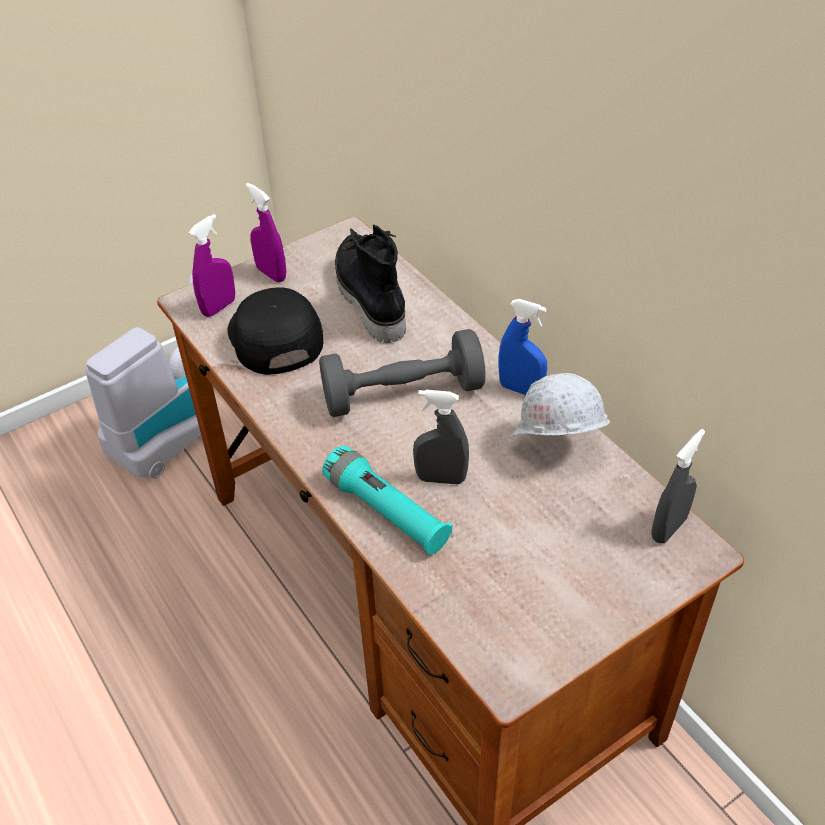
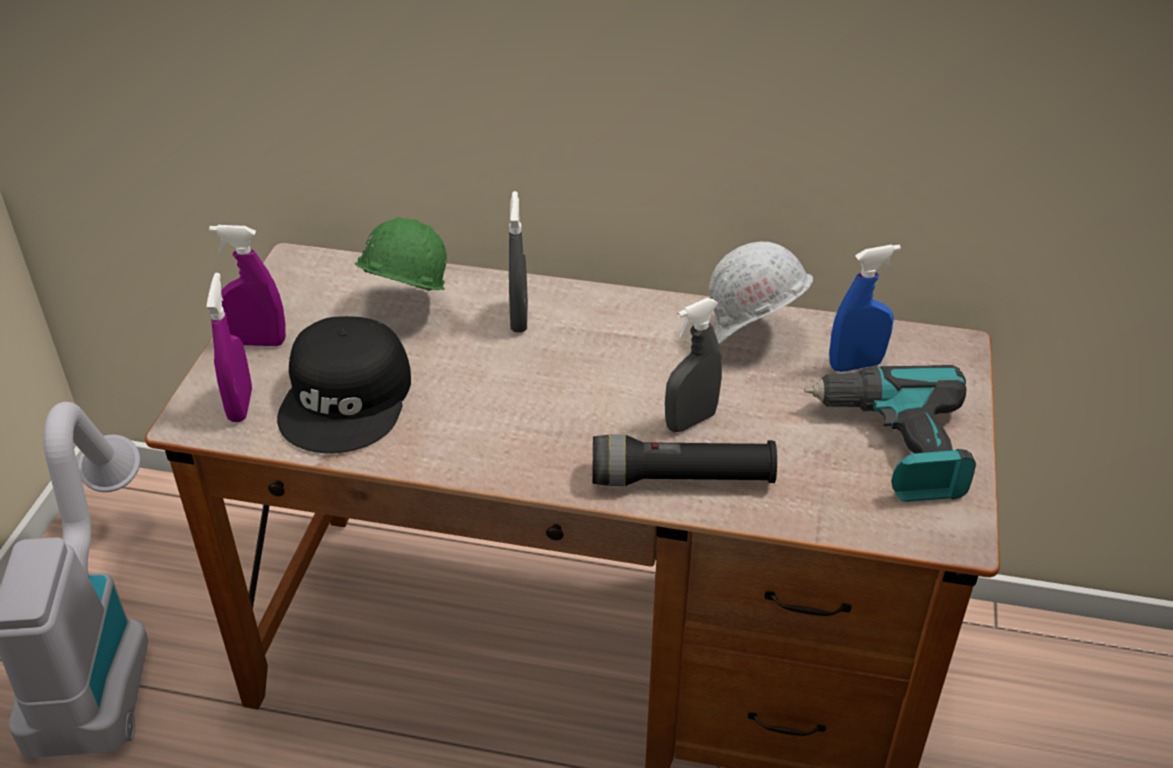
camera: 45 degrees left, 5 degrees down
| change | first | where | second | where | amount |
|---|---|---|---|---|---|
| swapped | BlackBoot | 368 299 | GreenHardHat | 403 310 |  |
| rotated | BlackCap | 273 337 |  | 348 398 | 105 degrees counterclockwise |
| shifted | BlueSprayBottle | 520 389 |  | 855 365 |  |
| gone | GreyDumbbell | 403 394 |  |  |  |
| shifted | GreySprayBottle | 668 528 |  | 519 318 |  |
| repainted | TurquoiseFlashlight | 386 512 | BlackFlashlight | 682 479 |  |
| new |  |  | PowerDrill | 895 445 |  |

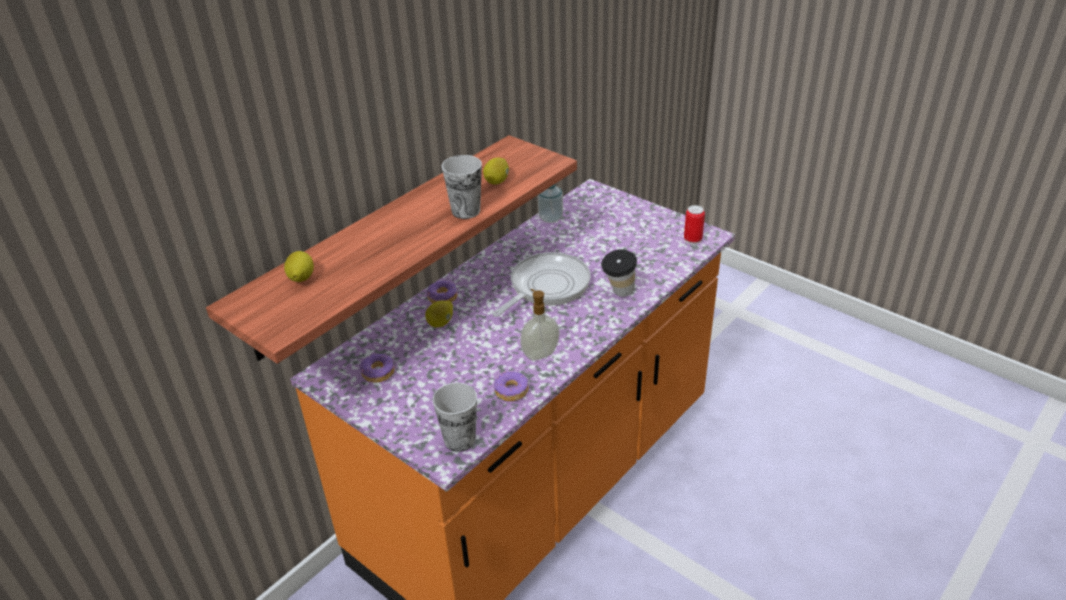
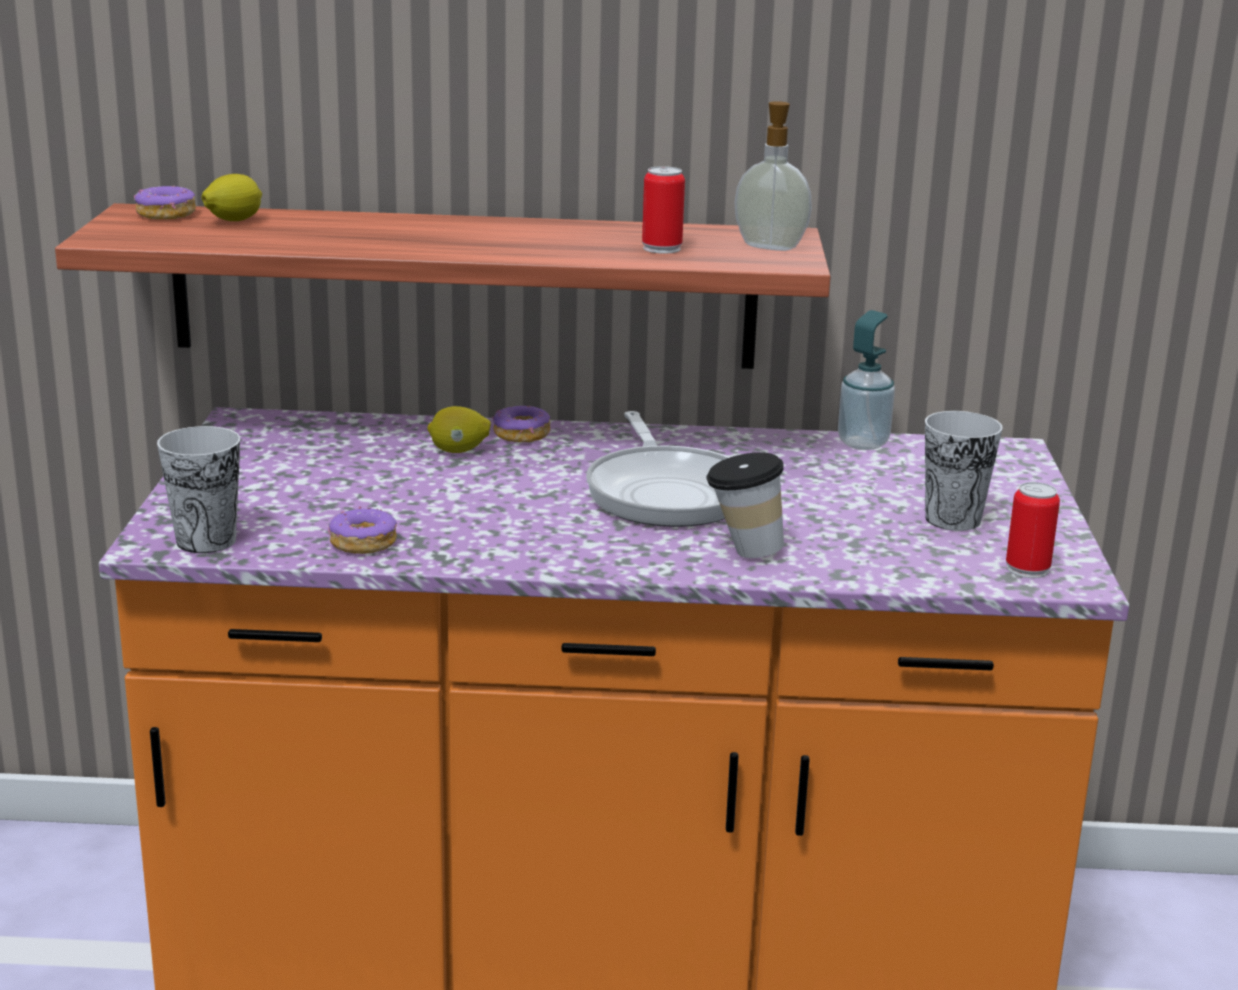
camera: 50 degrees right, 15 degrees down
| change | first | where | second | where | amount |
|---|---|---|---|---|---|
| shifted | Cup | 466 211 |  | 952 519 |  |
| swapped | Lemon | 497 181 | Can | 662 248 |  |
| rotated | FryingPan | 546 287 |  | 667 492 | 75 degrees clockwise |
| shifted | SoapDispenser | 540 353 |  | 771 246 |  |
| shifted | Donut | 378 373 |  | 166 214 |  |

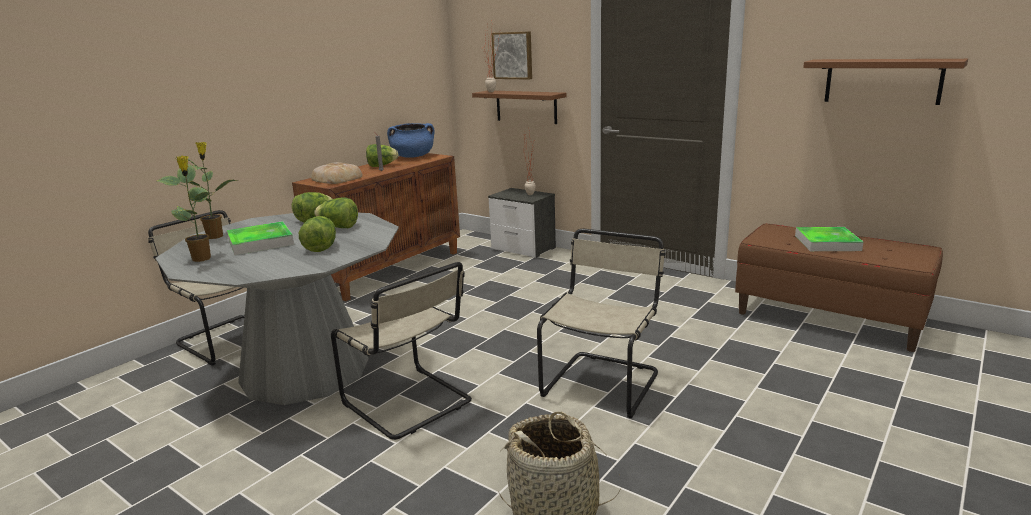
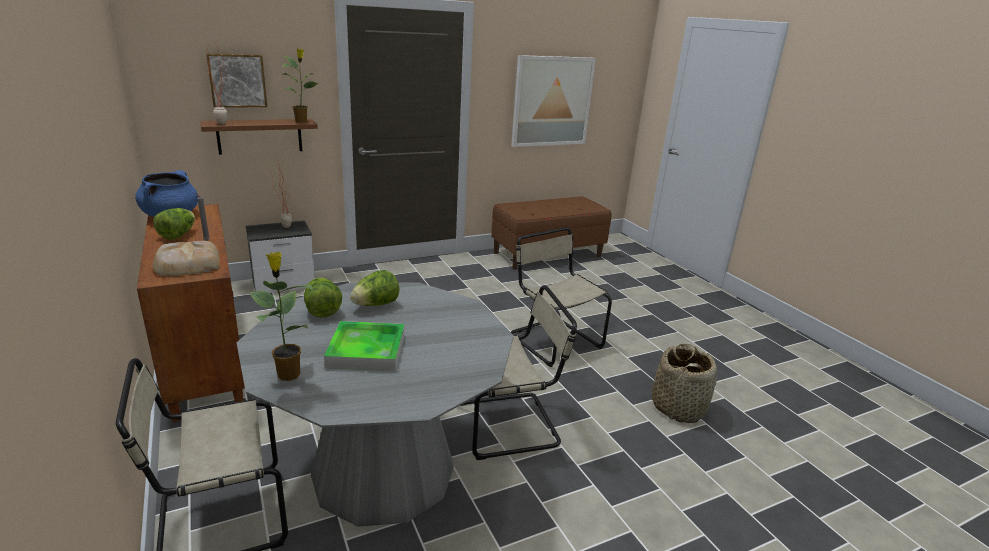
camera: 65 degrees left, 5 degrees up
| change | first | where | second | where | amount |
|---|---|---|---|---|---|
| swapped | BrownShelf | 882 81 | Picture | 552 101 |  |
| shifted | PottedPlant | 202 259 |  | 302 121 |  |
| gone | Lettuce | 321 247 |  |  |  |
| gone | Tray | 827 243 |  |  |  |

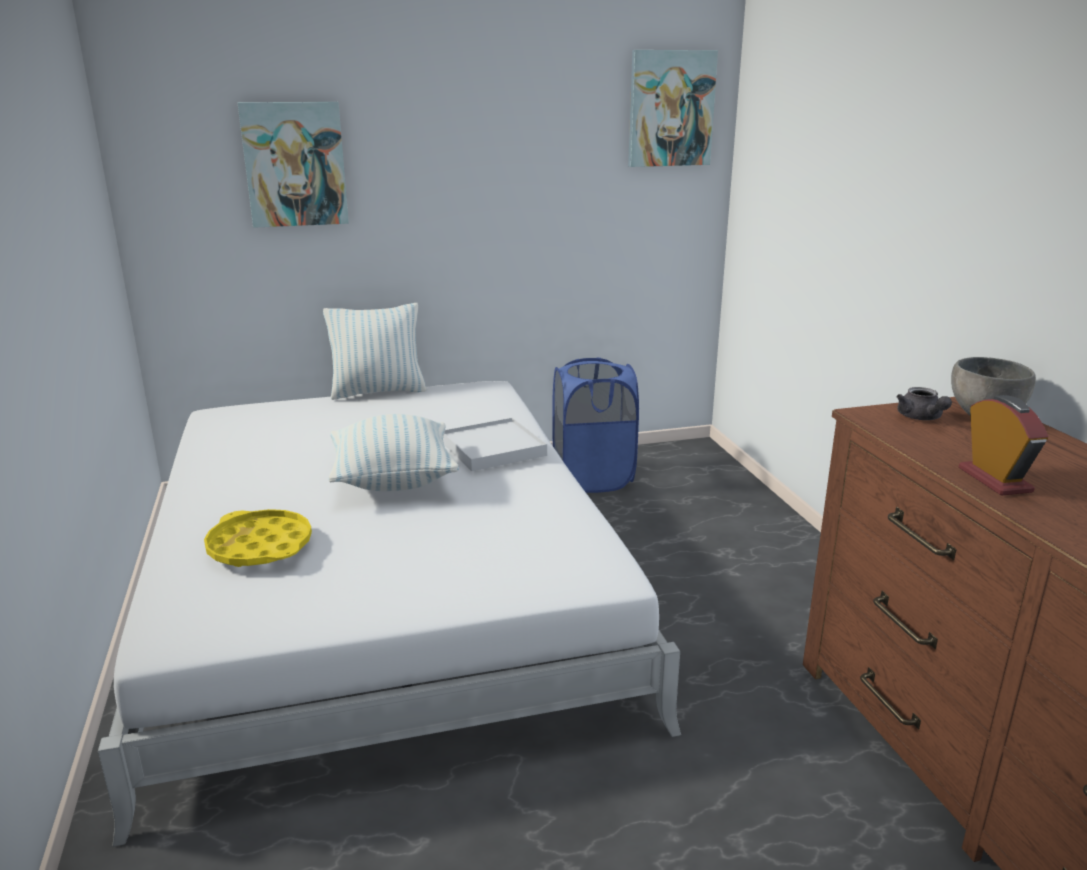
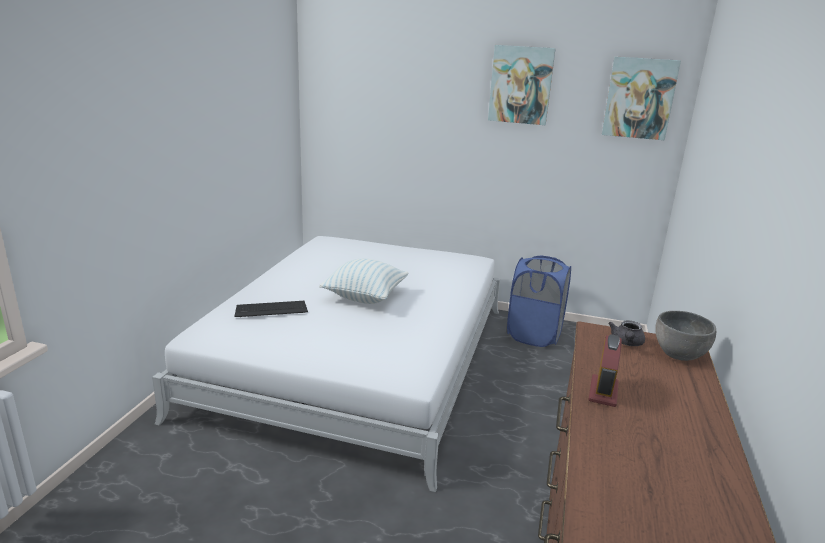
camera: 30 degrees right, 0 degrees up
| change | first | where | second | where | amount |
|---|---|---|---|---|---|
| shifted | Picture | 295 164 |  | 520 85 |  |
| gone | Pillow | 378 392 |  |  |  |
| gone | WhiteTray | 492 448 |  |  |  |
| swapped | YellowTray | 260 547 | Keyboard | 271 310 |  |

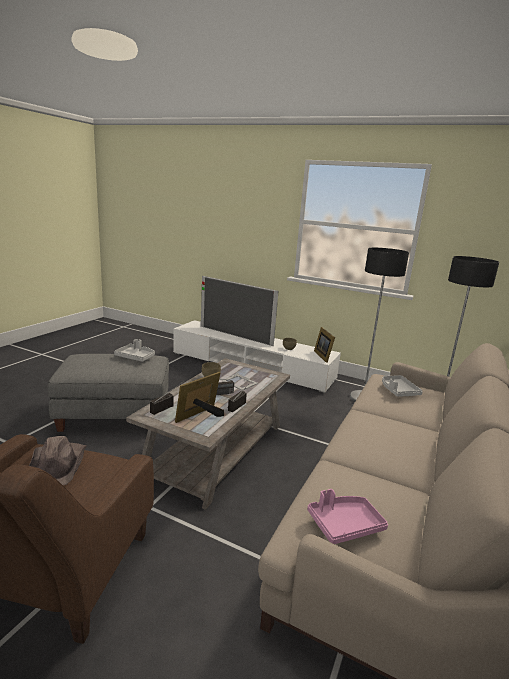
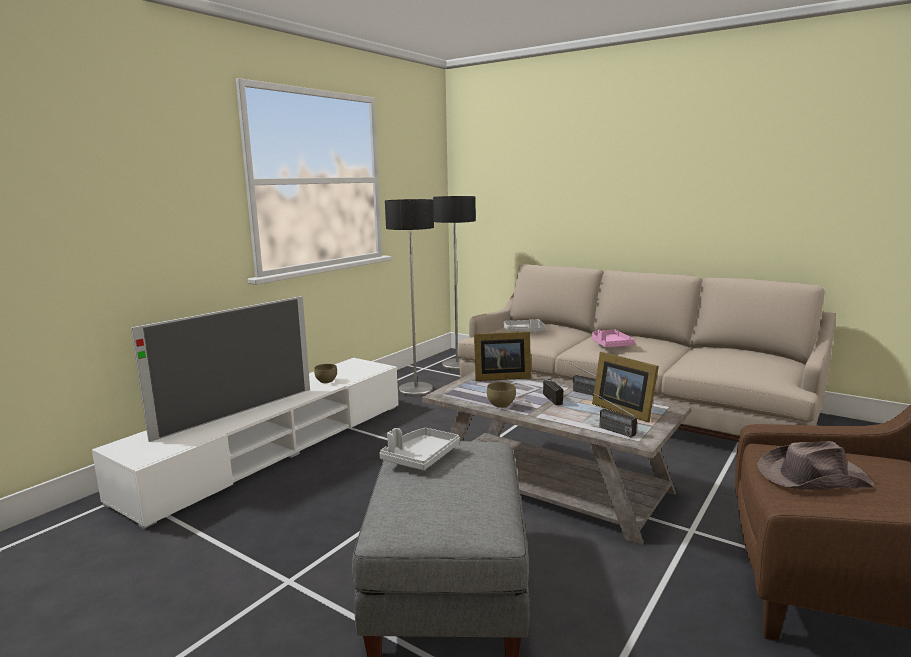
camera: 80 degrees left, 5 degrees down
| change | first | where | second | where | amount |
|---|---|---|---|---|---|
| shifted | PictureFrame | 323 356 |  | 500 377 |  |
| shifted | PinkTray | 344 525 |  | 610 345 |  |

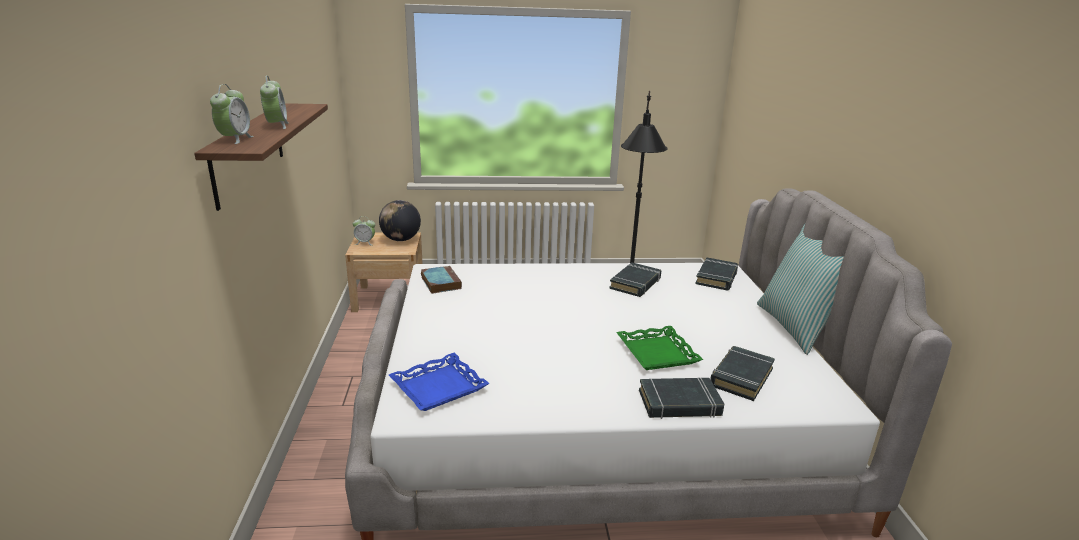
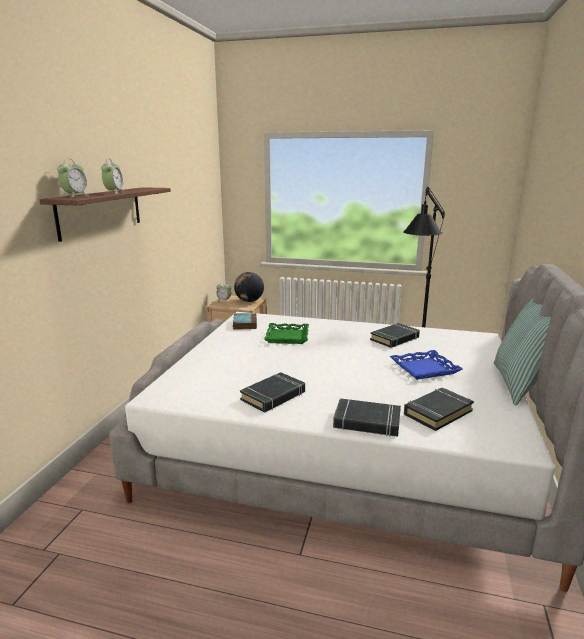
camera: 20 degrees right, 5 degrees down
| change | first | where | second | where | amount |
|---|---|---|---|---|---|
| shifted | BlackBook | 716 278 |  | 273 396 |  |
| shifted | GreenTray | 657 353 |  | 287 337 |  |
| shifted | BlueTray | 439 388 |  | 424 369 |  |

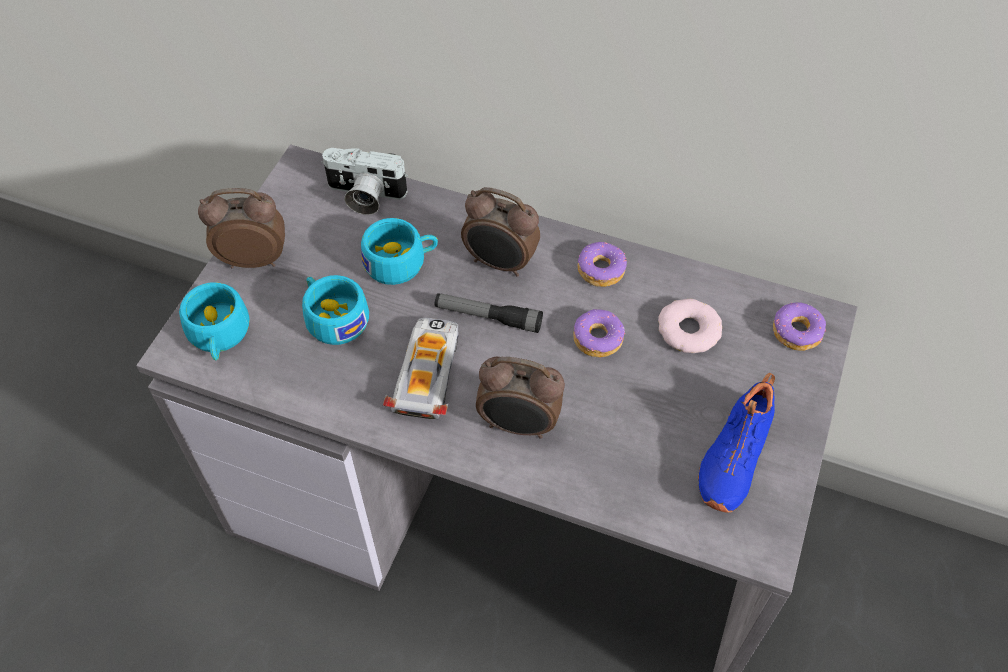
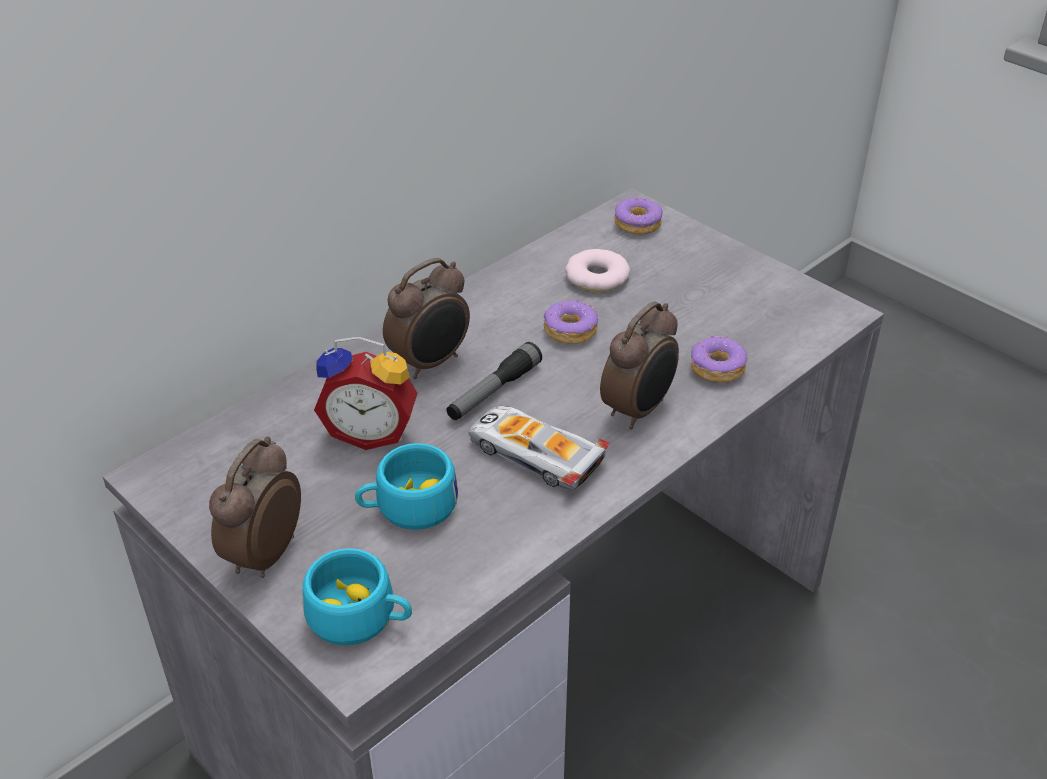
camera: 65 degrees left, 15 degrees down
| change | first | where | second | where | amount |
|---|---|---|---|---|---|
| gone | PhotoCamera | 364 196 |  |  |  |
| swapped | TurquoiseCup | 401 262 | AlarmClock | 371 432 |  |
| shifted | Donut | 600 270 |  | 716 368 |  |
| gone | BlueShoe | 732 455 |  |  |  |

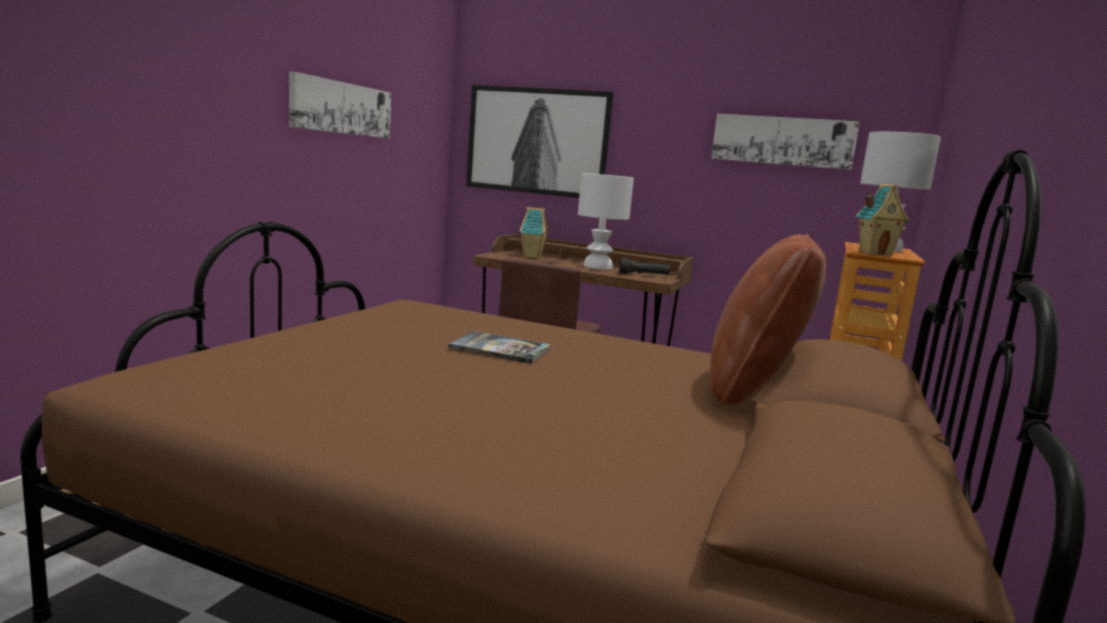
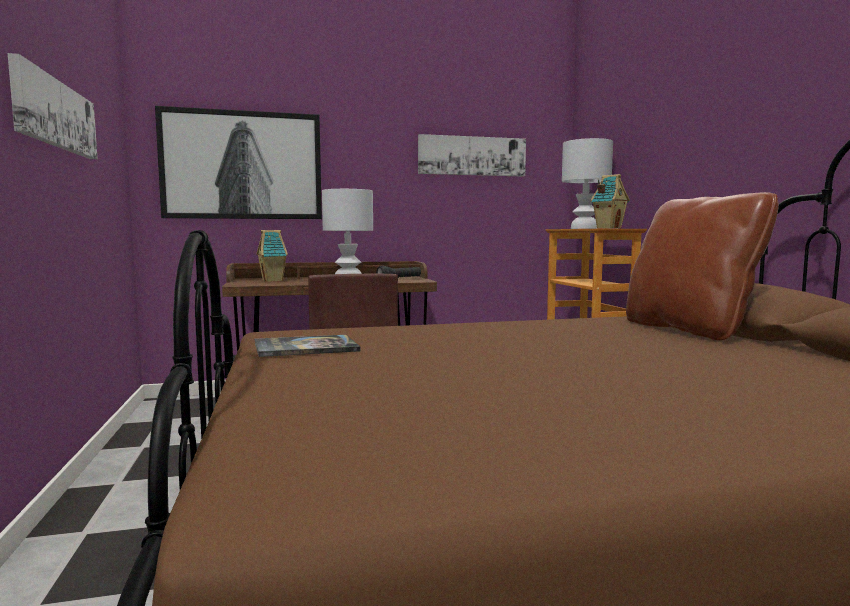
camera: 35 degrees left, 5 degrees down
| change | first | where | second | where | amount |
|---|---|---|---|---|---|
| shifted | Book | 500 349 |  | 306 347 |  |

